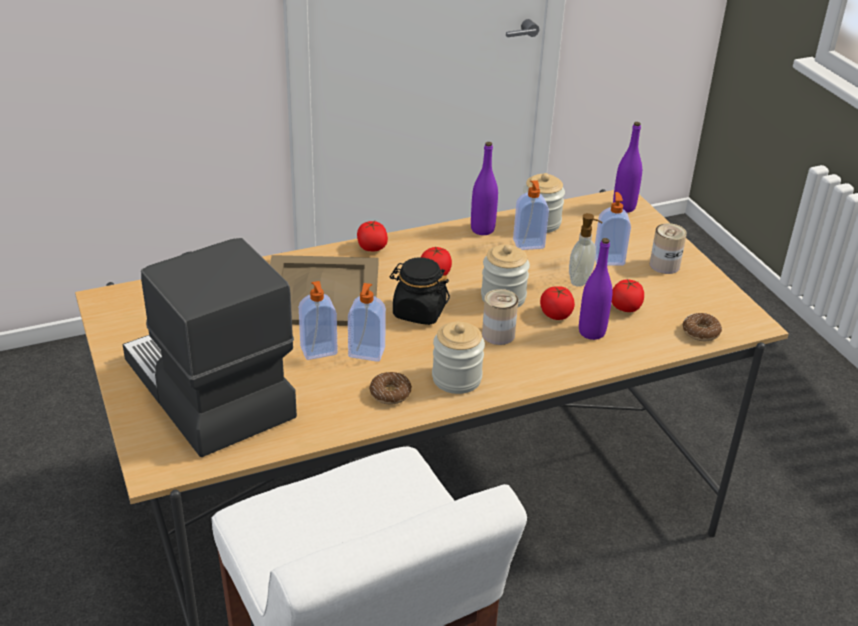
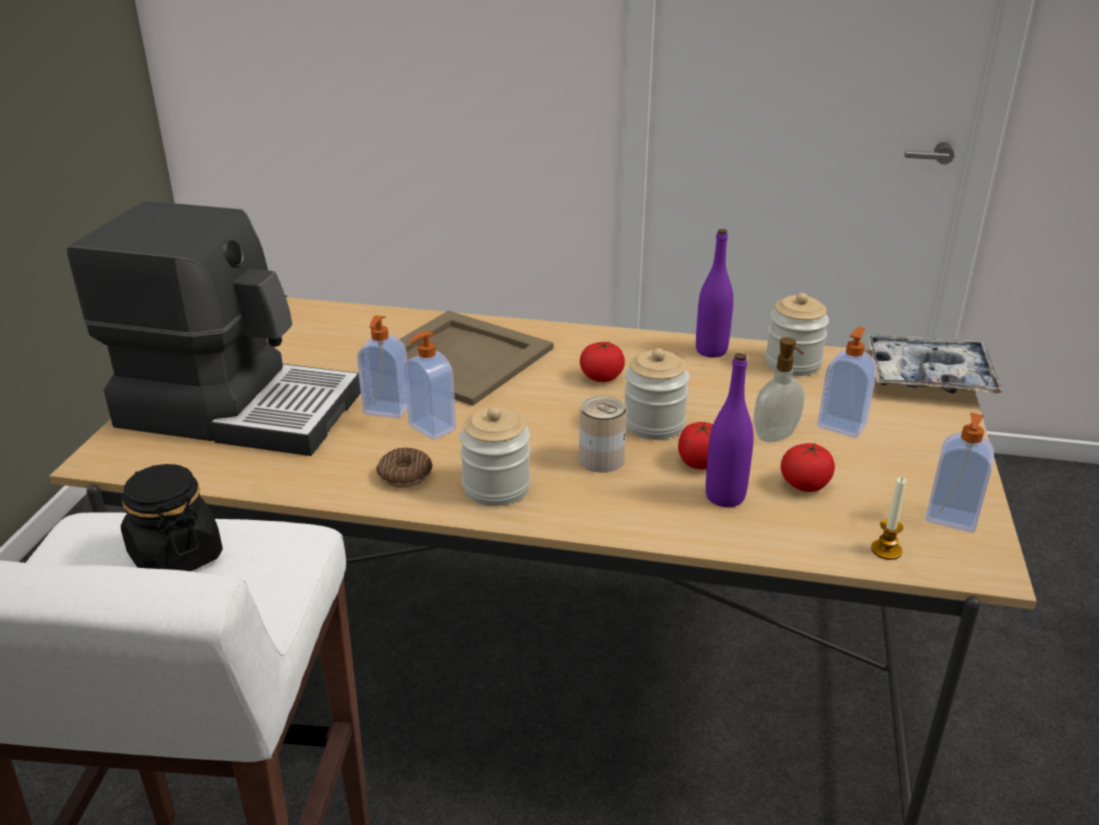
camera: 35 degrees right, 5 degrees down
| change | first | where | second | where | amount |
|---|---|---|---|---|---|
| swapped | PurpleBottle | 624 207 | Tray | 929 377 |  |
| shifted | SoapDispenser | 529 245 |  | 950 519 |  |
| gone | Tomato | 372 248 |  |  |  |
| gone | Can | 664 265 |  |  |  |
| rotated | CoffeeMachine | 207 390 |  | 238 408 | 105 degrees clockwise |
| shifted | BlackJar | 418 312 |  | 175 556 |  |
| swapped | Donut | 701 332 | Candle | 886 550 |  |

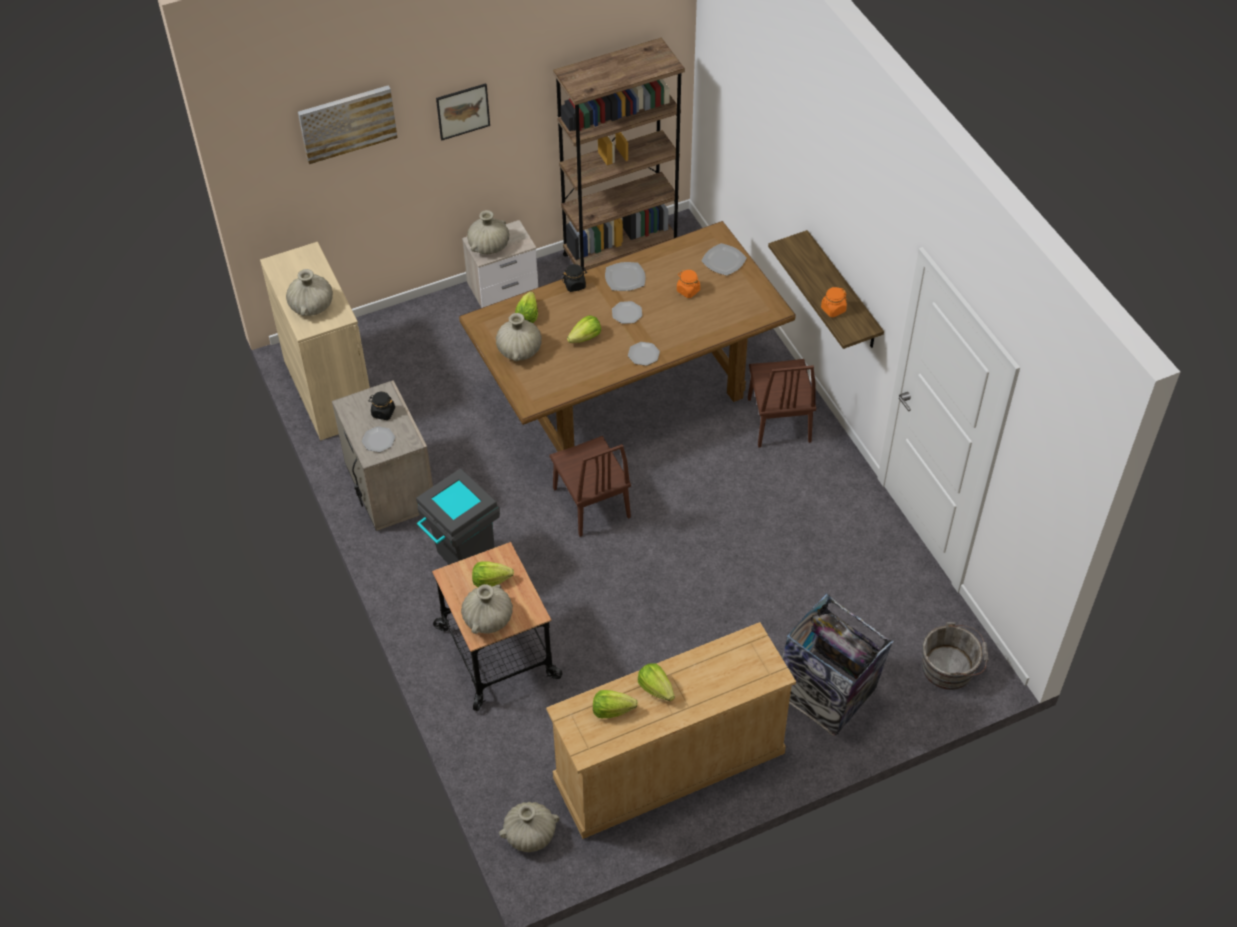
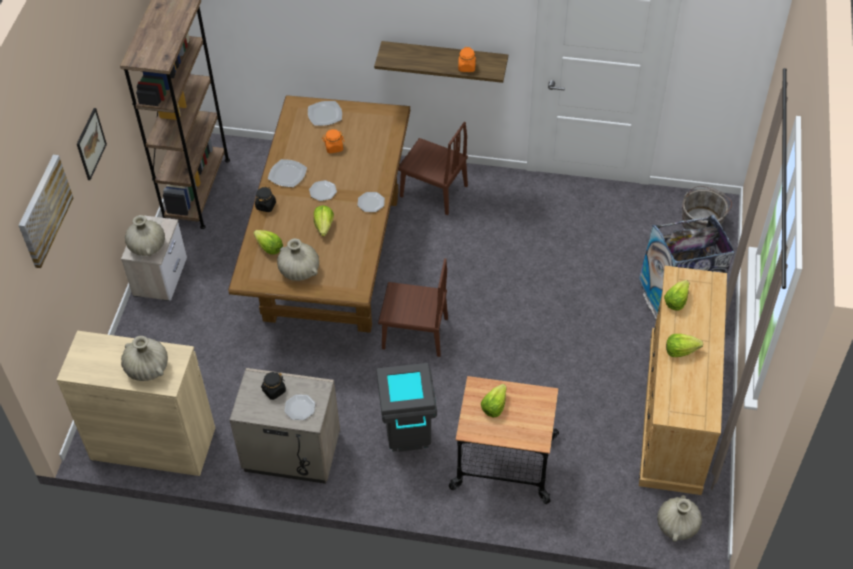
camera: 55 degrees left, 0 degrees up
| change | first | where | second | where | amount |
|---|---|---|---|---|---|
| gone | BeigeVase | 488 619 |  |  |  |
| shifted | Lettuce | 612 710 |  | 676 301 |  |

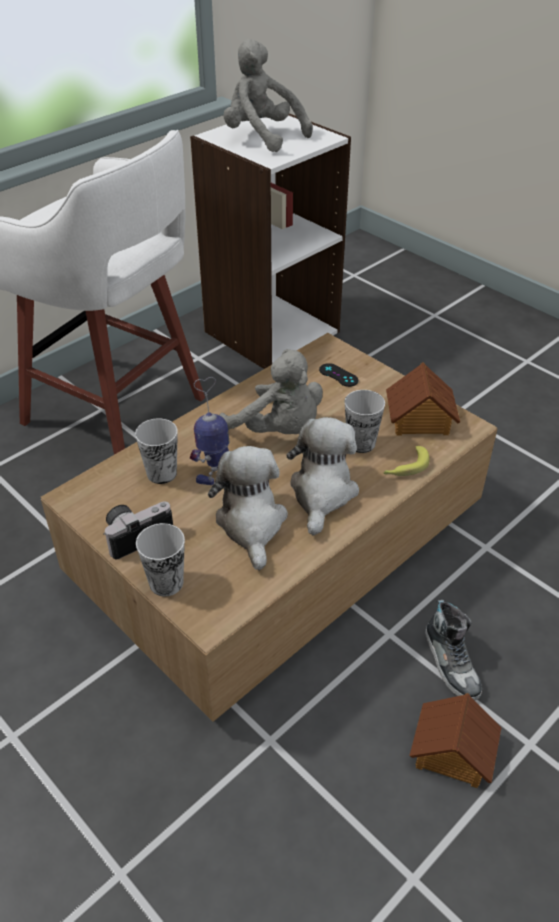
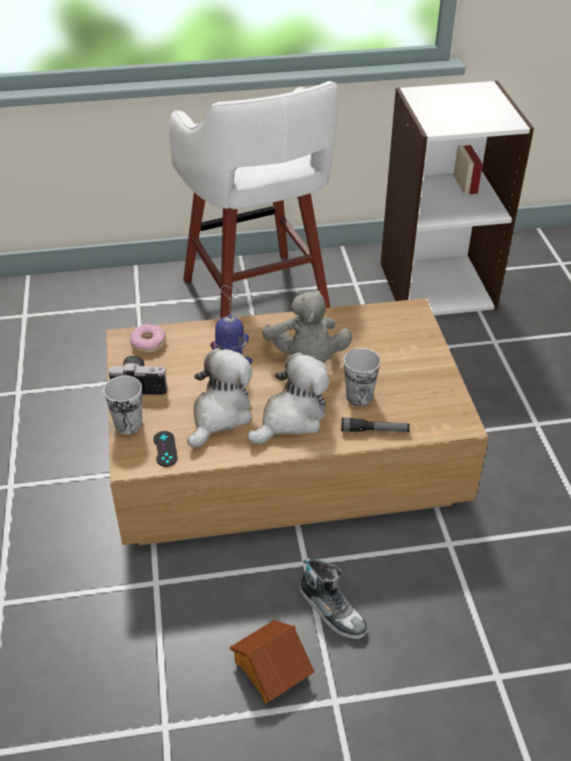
camera: 35 degrees right, 0 degrees up
| change | first | where | second | where | amount |
|---|---|---|---|---|---|
| gone | GreyPlushToy | 262 137 |  |  |  |
| gone | ToyHouse | 419 420 |  |  |  |
| shifted | BlackGameController | 338 375 |  | 165 449 |  |
| gone | Cup | 161 473 |  |  |  |
| swapped | Banana | 405 467 | Flashlight | 374 430 |  |
| rotated | Shoe | 451 663 |  | 332 610 | 60 degrees counterclockwise |
| new |  |  | Donut | 148 343 |  |

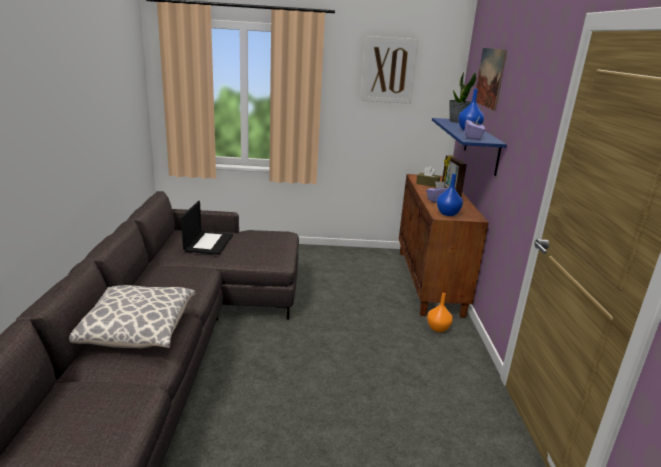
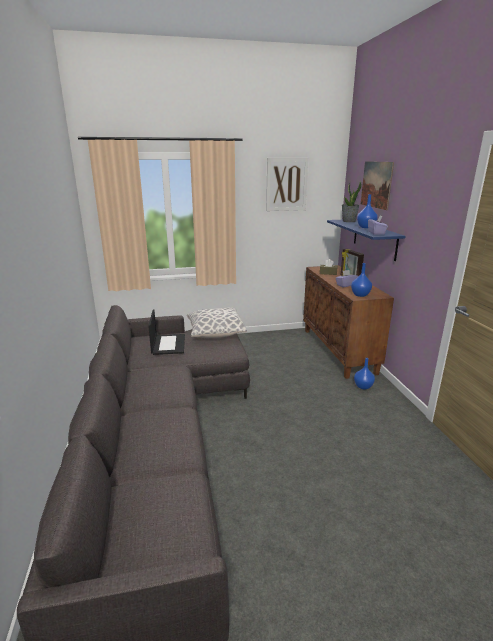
camera: 10 degrees left, 0 degrees up
| change | first | where | second | where | amount |
|---|---|---|---|---|---|
| shifted | Pillow | 137 332 |  | 215 333 |  |
| repainted | OrangeVase | 438 328 | BlueVase | 363 386 |  |

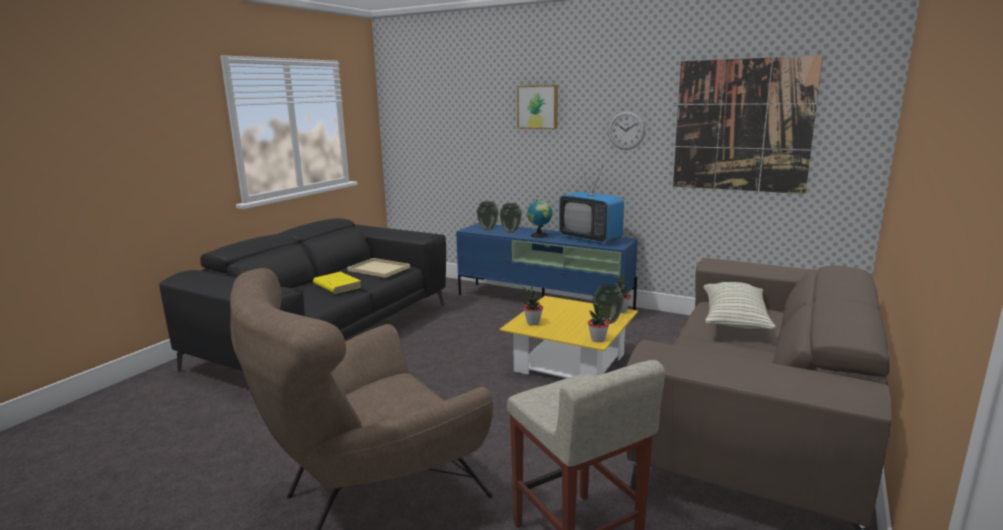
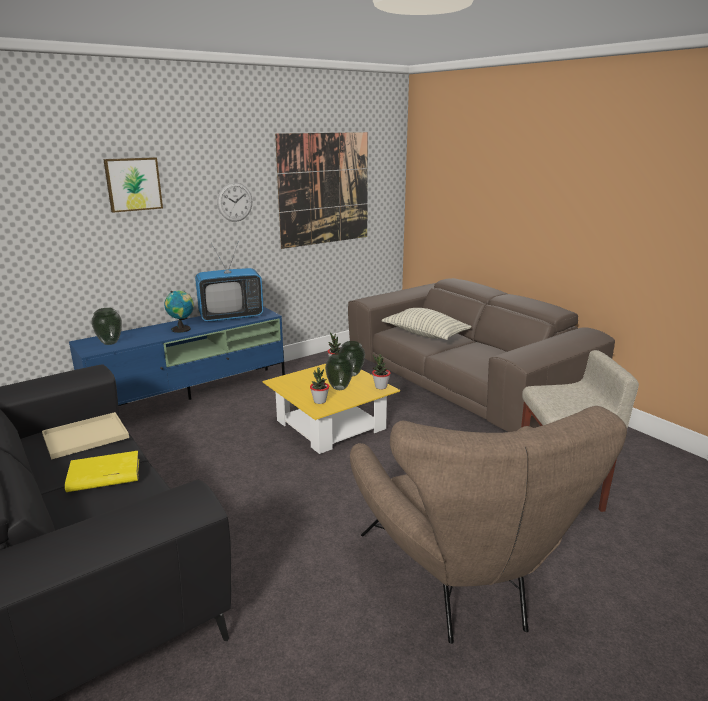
camera: 65 degrees left, 5 degrees up
| change | first | where | second | where | amount |
|---|---|---|---|---|---|
| shifted | Vase | 511 231 |  | 339 388 |  |

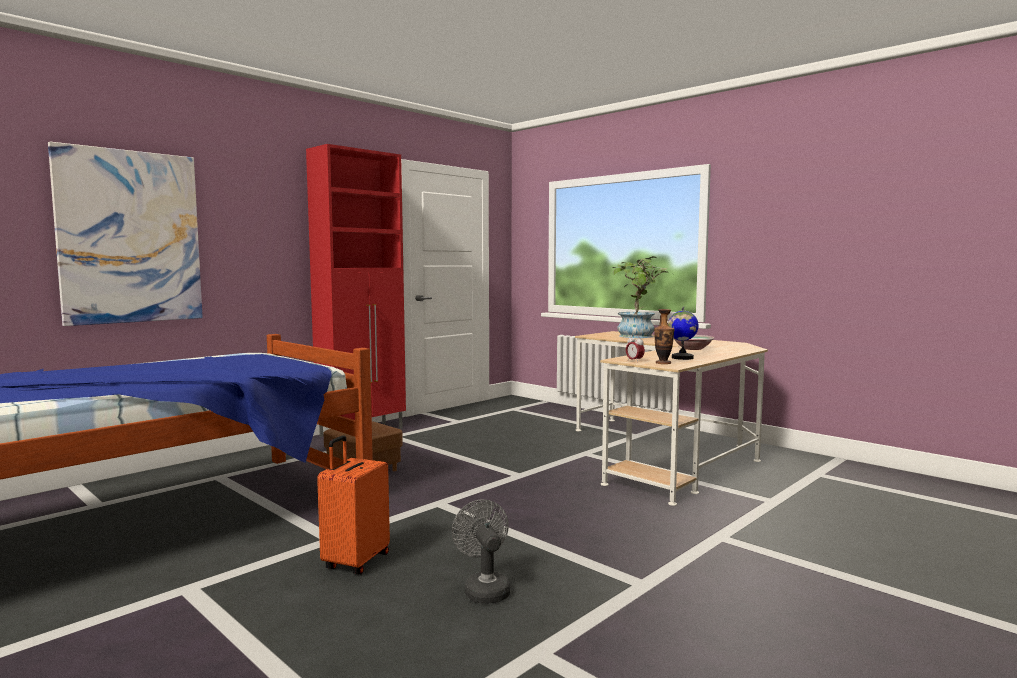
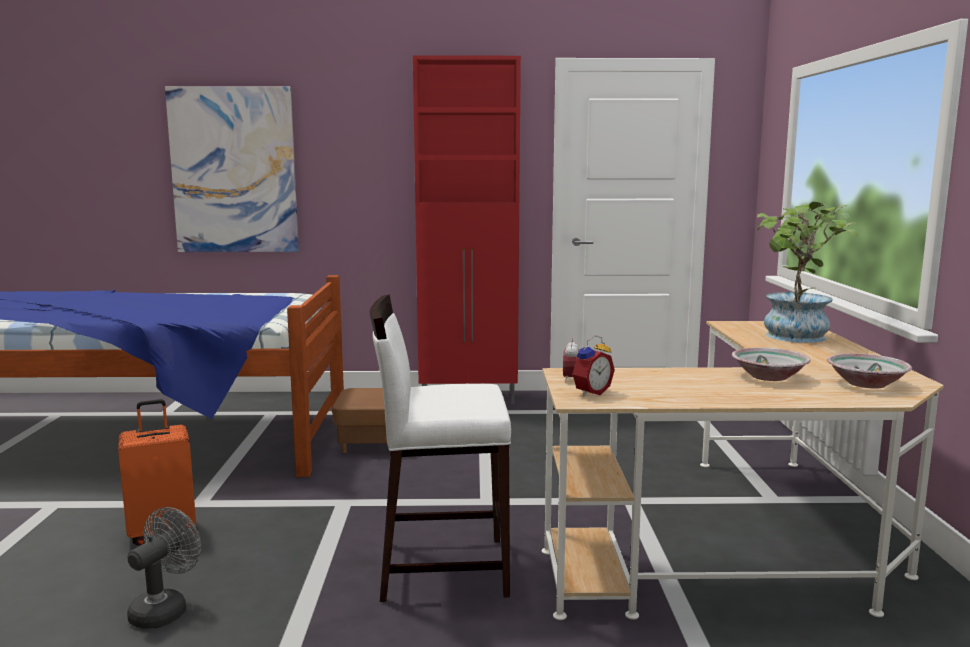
camera: 45 degrees right, 5 degrees up
| change | first | where | second | where | amount |
|---|---|---|---|---|---|
| gone | Globe | 682 358 |  |  |  |
| swapped | Vase | 663 363 | AlarmClock | 590 392 |  |
| new |  |  | WhiteStool | 442 567 |  |
| new |  |  | Bowl | 866 384 |  |

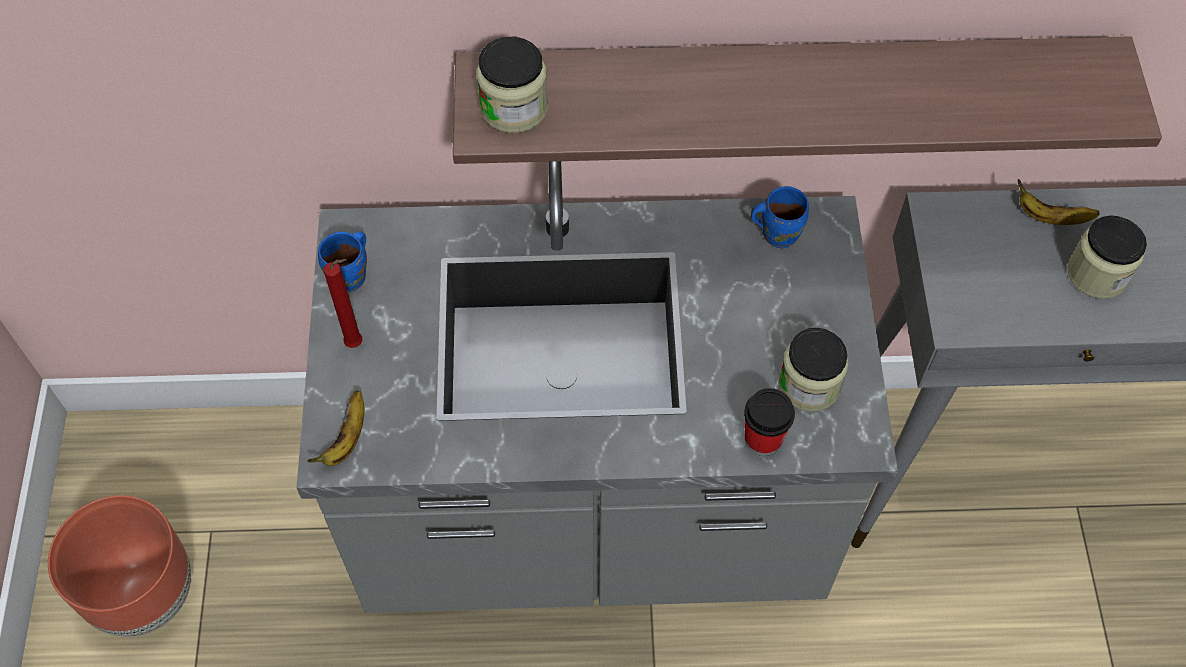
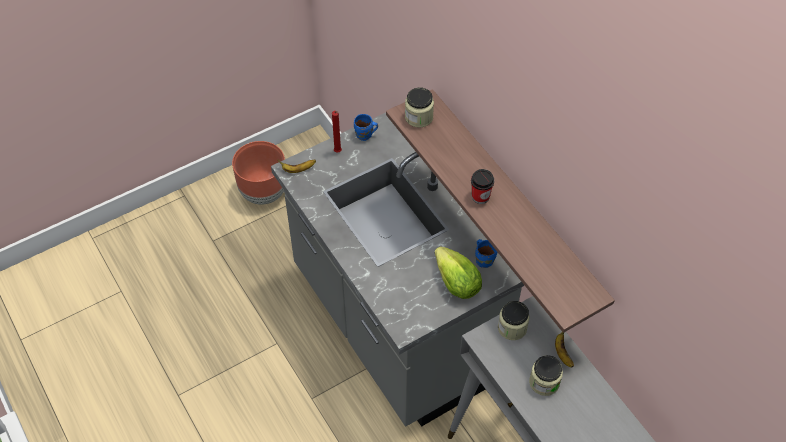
camera: 60 degrees right, 5 degrees down
| change | first | where | second | where | amount |
|---|---|---|---|---|---|
| shifted | Jar | 809 385 |  | 512 328 |  |
| shifted | Cup | 763 439 |  | 480 197 |  |
| new |  |  | Lettuce | 456 283 |  |

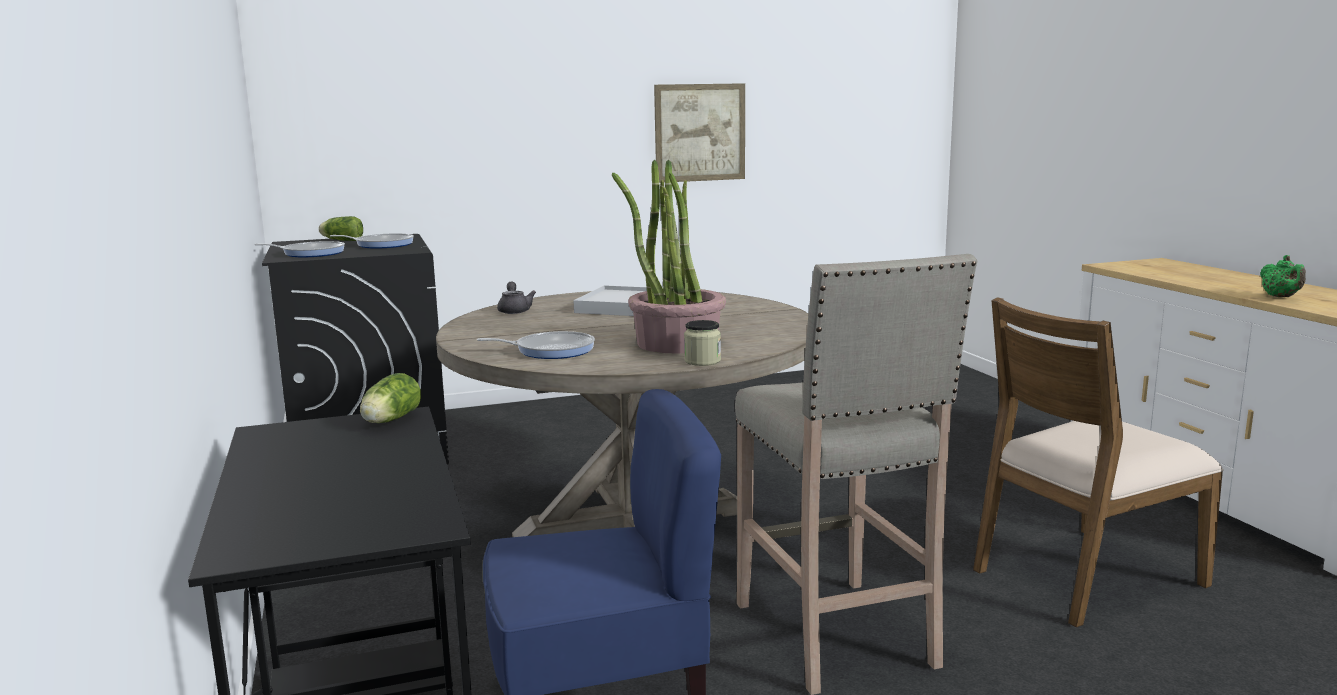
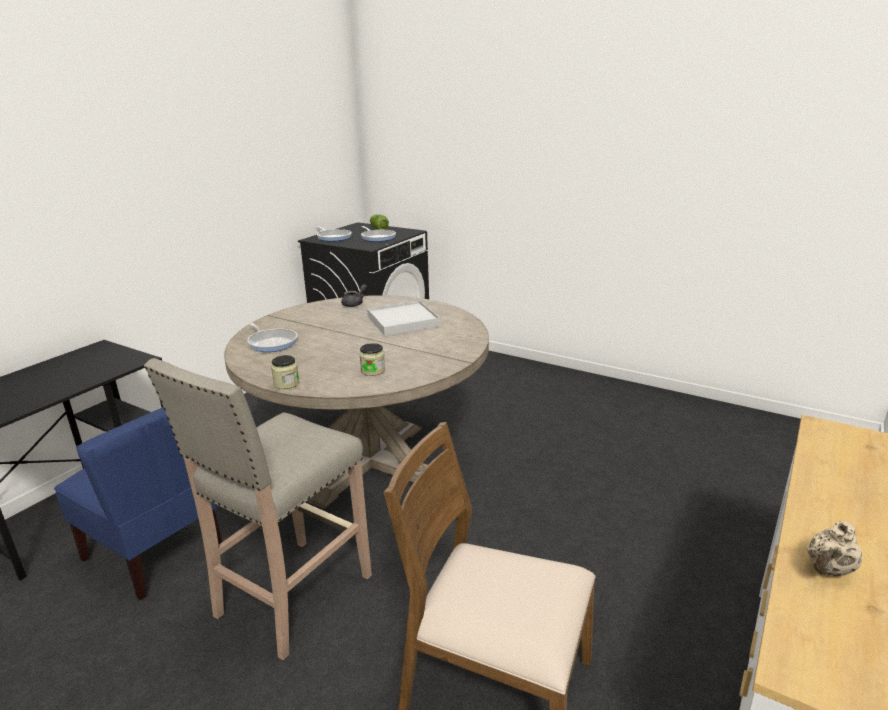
camera: 50 degrees right, 10 degrees up
| change | first | where | second | where | amount |
|---|---|---|---|---|---|
| gone | Picture | 700 132 |  |  |  |
| gone | PottedPlant | 676 343 |  |  |  |
| repainted | GreenTeapot | 1280 297 | BeigeTeapot | 828 569 |  |
| gone | Lettuce | 389 420 |  |  |  |
| new |  |  | Jar | 373 371 |  |

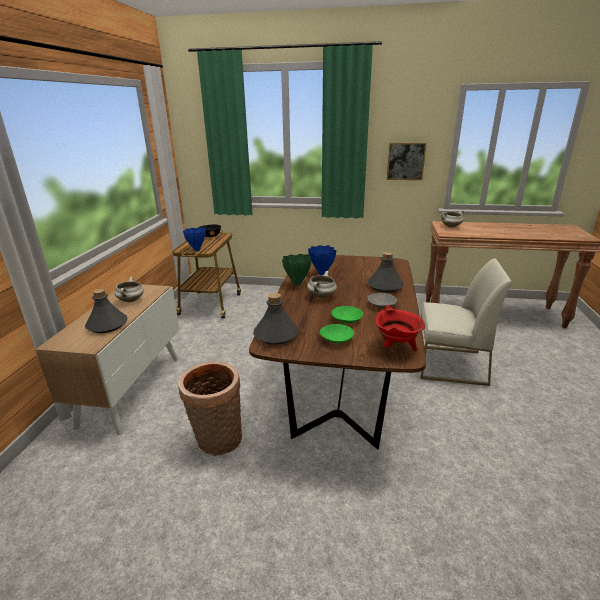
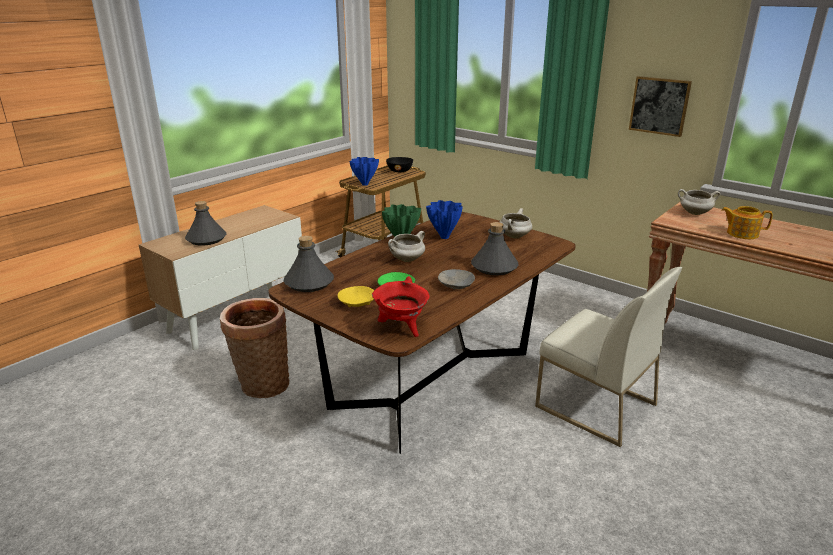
camera: 30 degrees right, 0 degrees up
| change | first | where | second | where | amount |
|---|---|---|---|---|---|
| shifted | WhiteCookingPot | 131 301 |  | 514 237 |  |
| repainted | GreenBowl | 337 339 | YellowBowl | 357 303 |  |
| new |  |  | Teapot | 741 233 |  |

